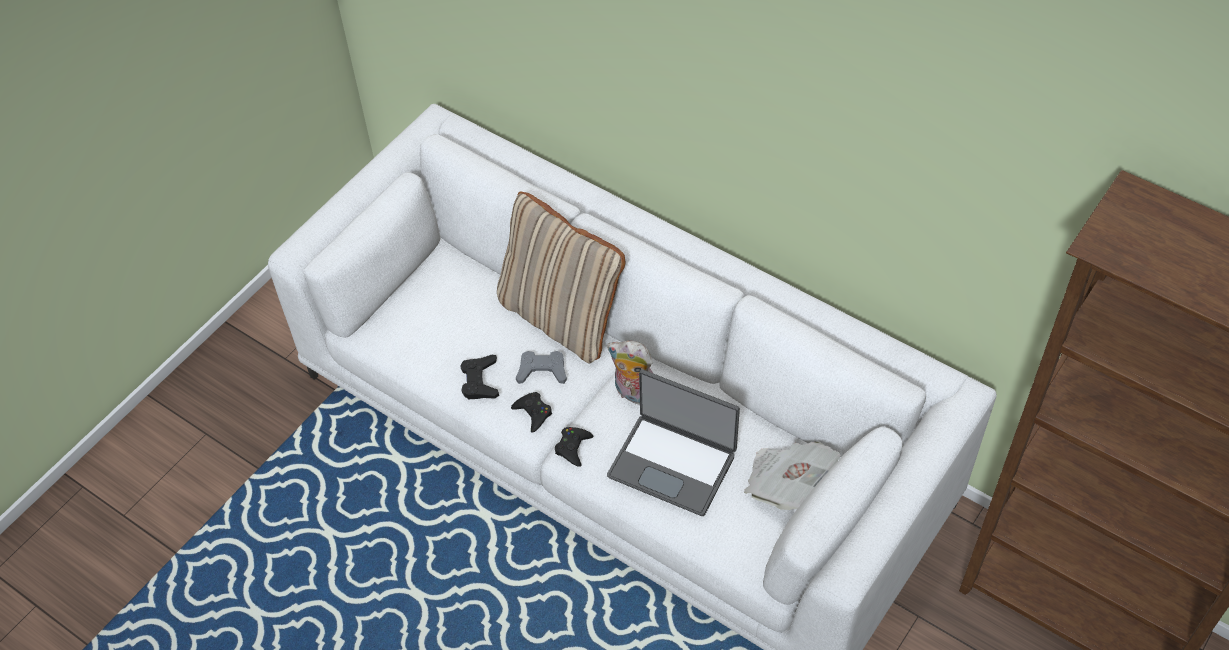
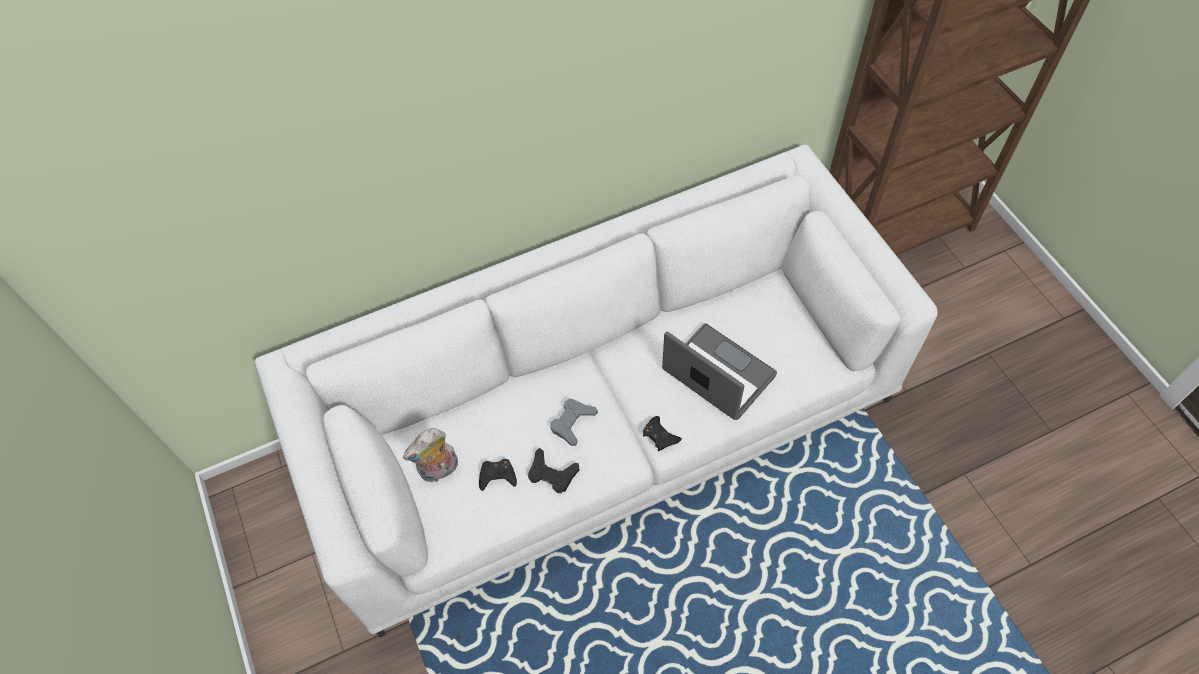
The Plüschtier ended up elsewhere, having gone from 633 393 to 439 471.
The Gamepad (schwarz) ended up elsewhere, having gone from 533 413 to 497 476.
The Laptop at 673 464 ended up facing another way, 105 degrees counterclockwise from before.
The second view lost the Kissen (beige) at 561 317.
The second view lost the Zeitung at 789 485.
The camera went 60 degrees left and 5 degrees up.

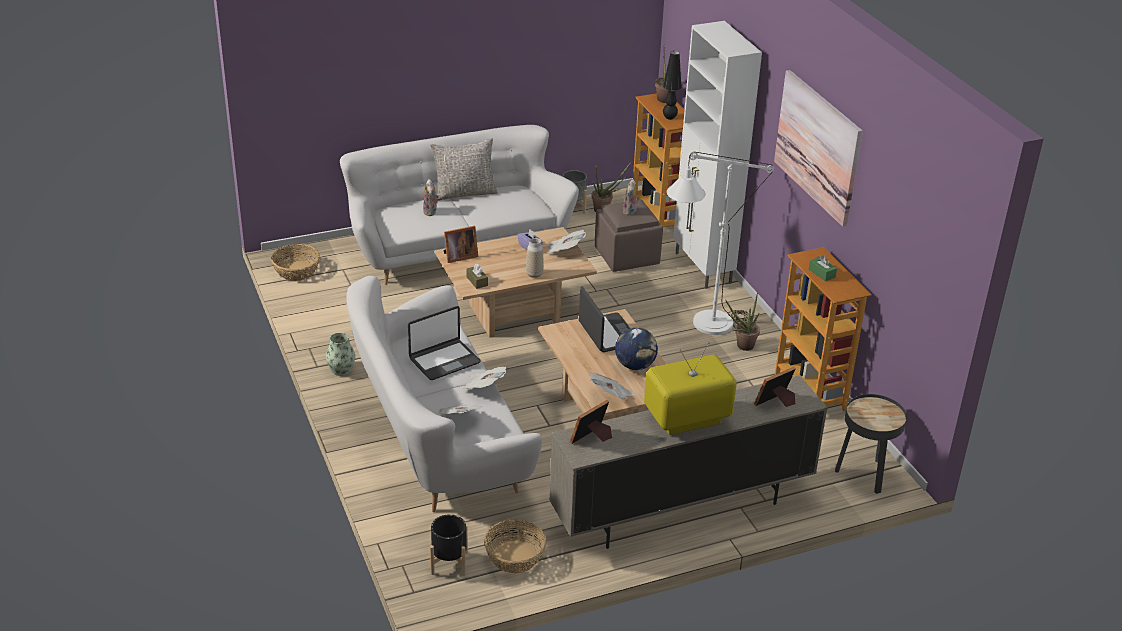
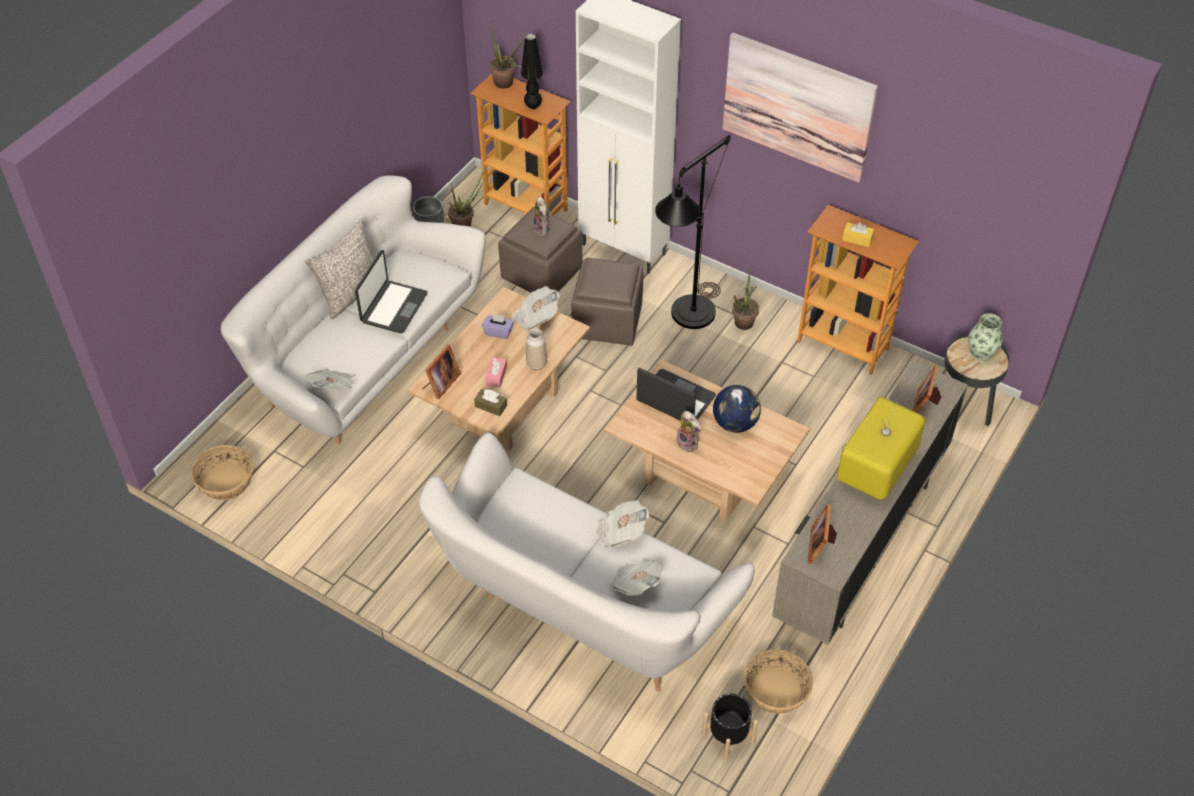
The Zeitung ended up elsewhere, having gone from 611 396 to 333 387.
The Laptop ended up elsewhere, having gone from 444 360 to 393 308.
The second view gained the Taschentuchbox (rosa) at 496 376.
The second view gained the Polsterhocker (braun) at 608 321.
What was the Stehlampe (weiß) at 702 326 turned into the Stehlampe (schwarz) at 687 321.
The Plüschtier ended up elsewhere, having gone from 431 212 to 689 443.
What was the Taschentuchbox (grün) at 821 273 turned into the Taschentuchbox (gelb) at 857 239.
The Vase ended up elsewhere, having gone from 341 369 to 981 352.
The camera went 35 degrees left and 15 degrees up.

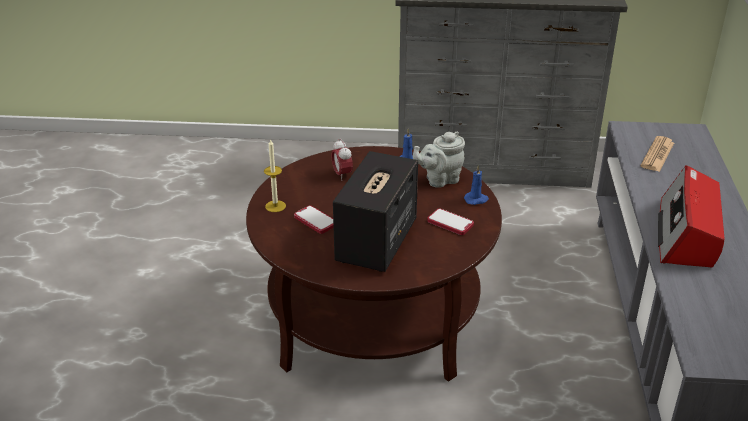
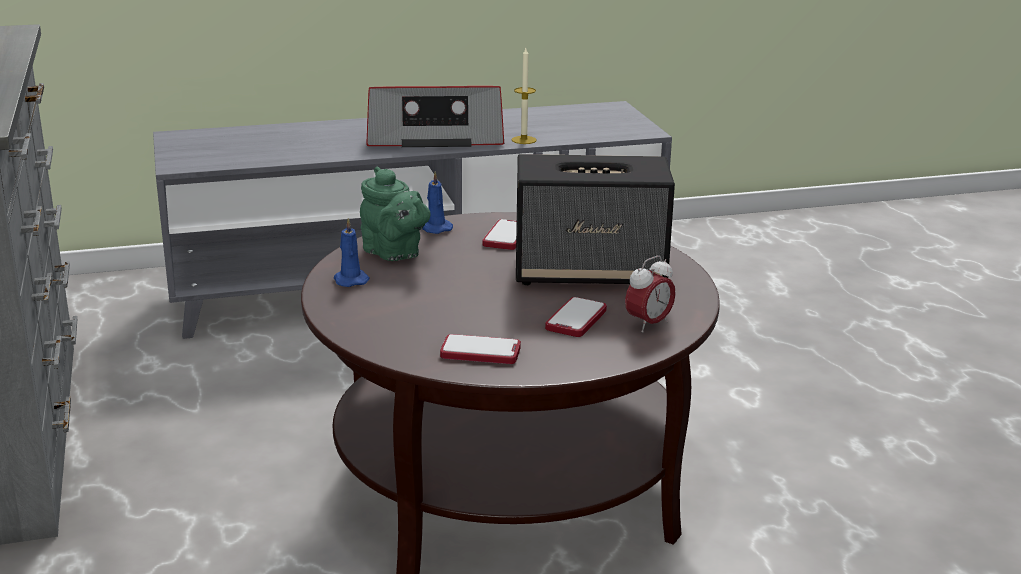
What was the Teekanne (grau) at 439 180 turned into the Teekanne (grün) at 394 254.
The second view gained the Handy at 480 352.
The Kerze ended up elsewhere, having gone from 275 206 to 524 140.
The Wecker ended up elsewhere, having gone from 342 175 to 648 324.
The second view lost the Zeitung at 657 155.
The camera went 110 degrees left and 10 degrees down.

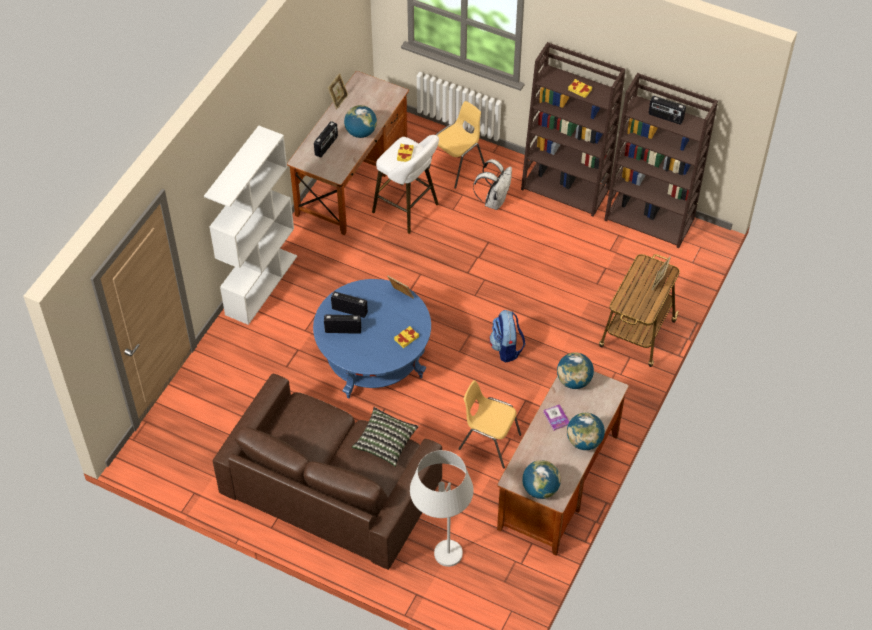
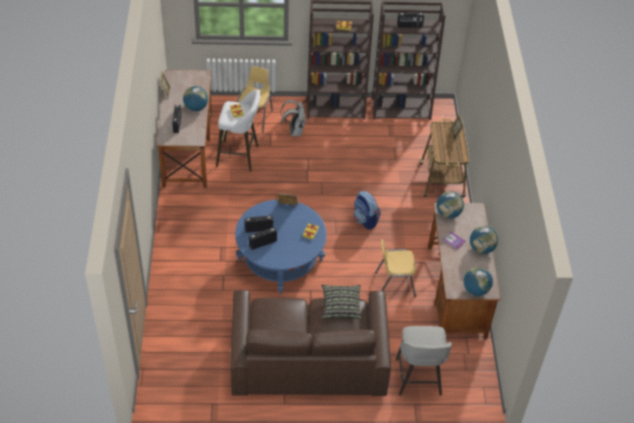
Where the Stehlampe (weiß) stood at 441 566, the Hocker (grau) came to stand at 418 378.
The second view lost the Bücherregal (weiß) at 261 284.
The camera went 30 degrees left and 5 degrees down.

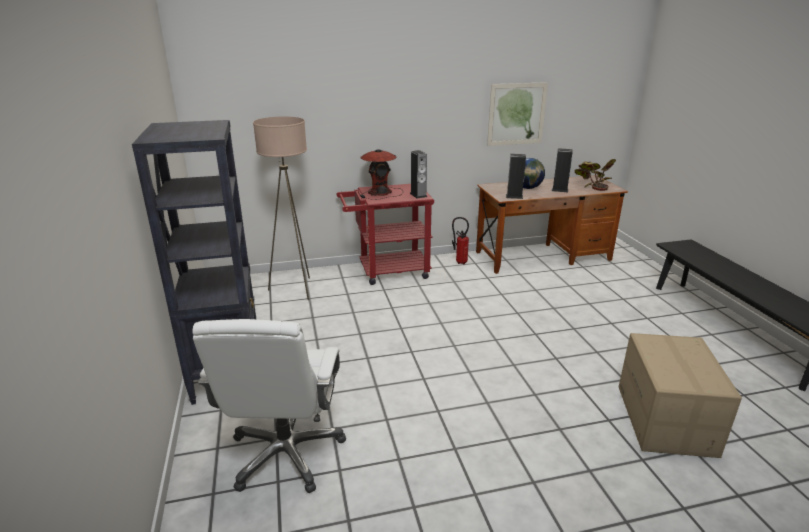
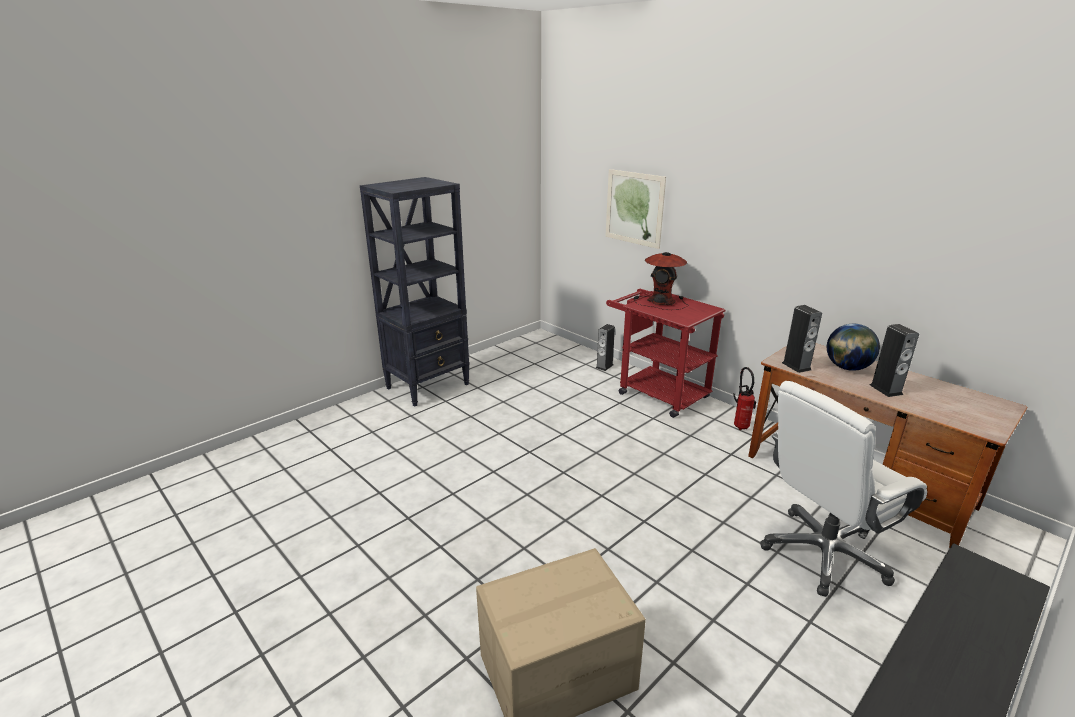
The Lautsprecher ended up elsewhere, having gone from 418 195 to 604 366.
The Bild ended up elsewhere, having gone from 516 114 to 634 208.
The Bürostuhl (weiß) ended up elsewhere, having gone from 286 453 to 823 553.
The second view lost the Stehlampe (beige) at 295 289.
The second view lost the Topfpflanze at 592 185.
The camera went 60 degrees right and 0 degrees up.

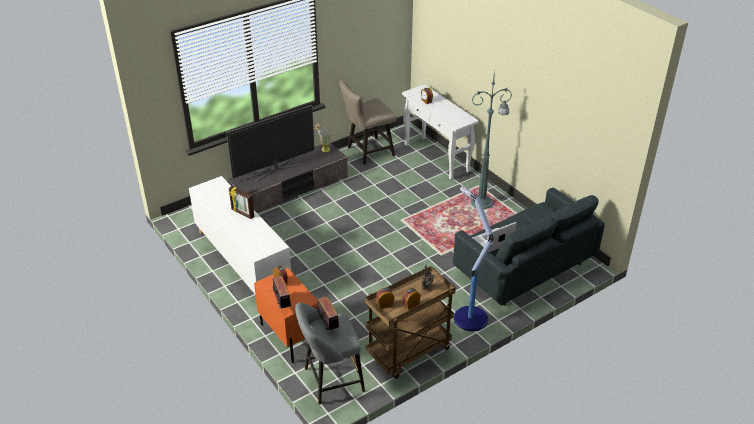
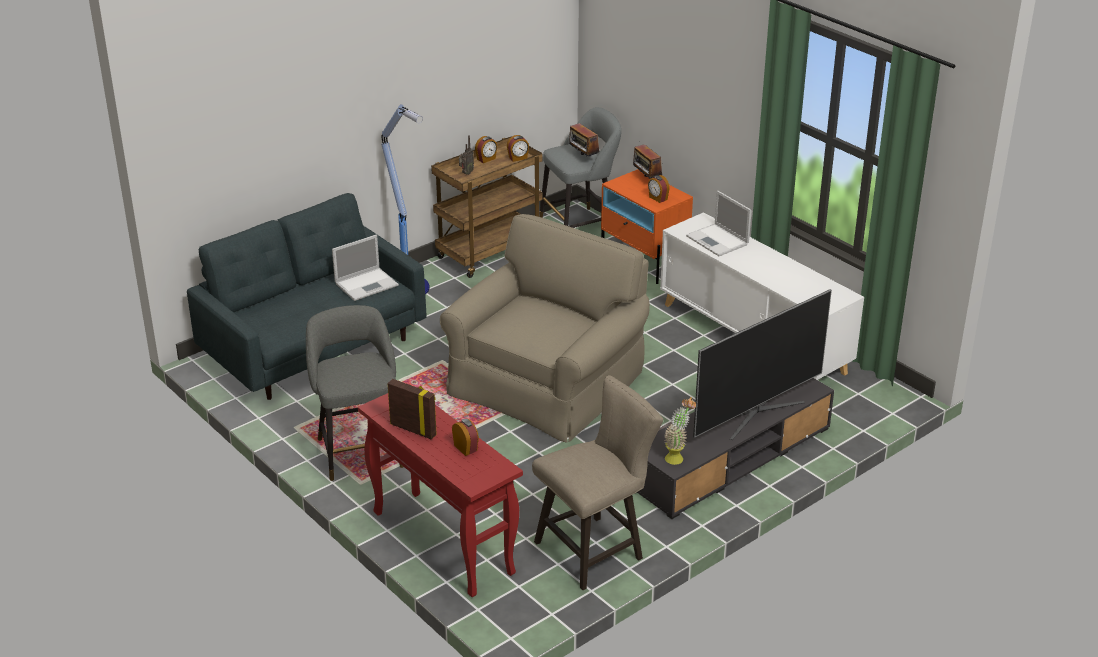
Where the Stehlampe (grün) stood at 483 202, the Hocker (grau) came to stand at 359 449.
What was the Konsolentisch (weiß) at 437 158 turned into the Konsolentisch (rot) at 441 542.
The Bilderrahmen ended up elsewhere, having gone from 242 213 to 413 429.
The second view gained the Sessel (beige) at 548 382.
The second view gained the Laptop at 718 241.
The camera went 175 degrees right and 5 degrees down.

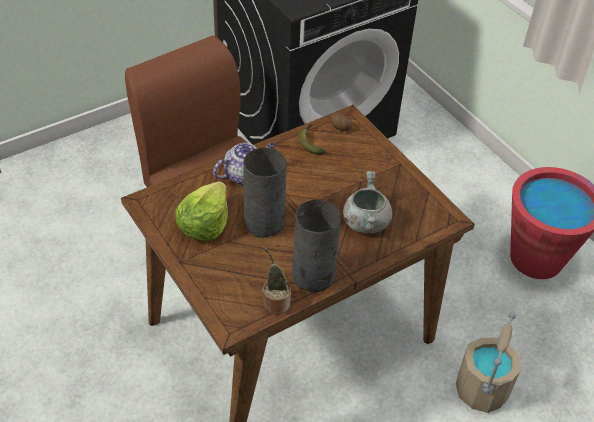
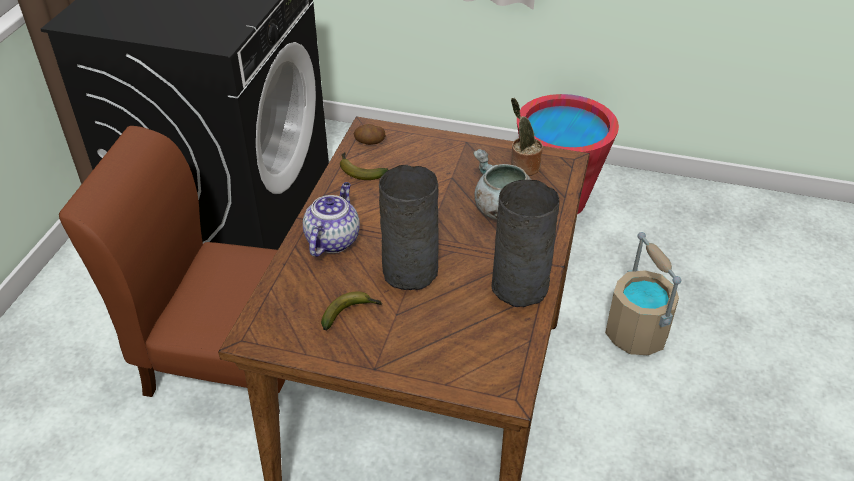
Where the Salatkopf stood at 204 224, the Banane came to stand at 351 313.
The Topfpflanze ended up elsewhere, having gone from 275 302 to 523 167.
The camera went 40 degrees left and 5 degrees down.

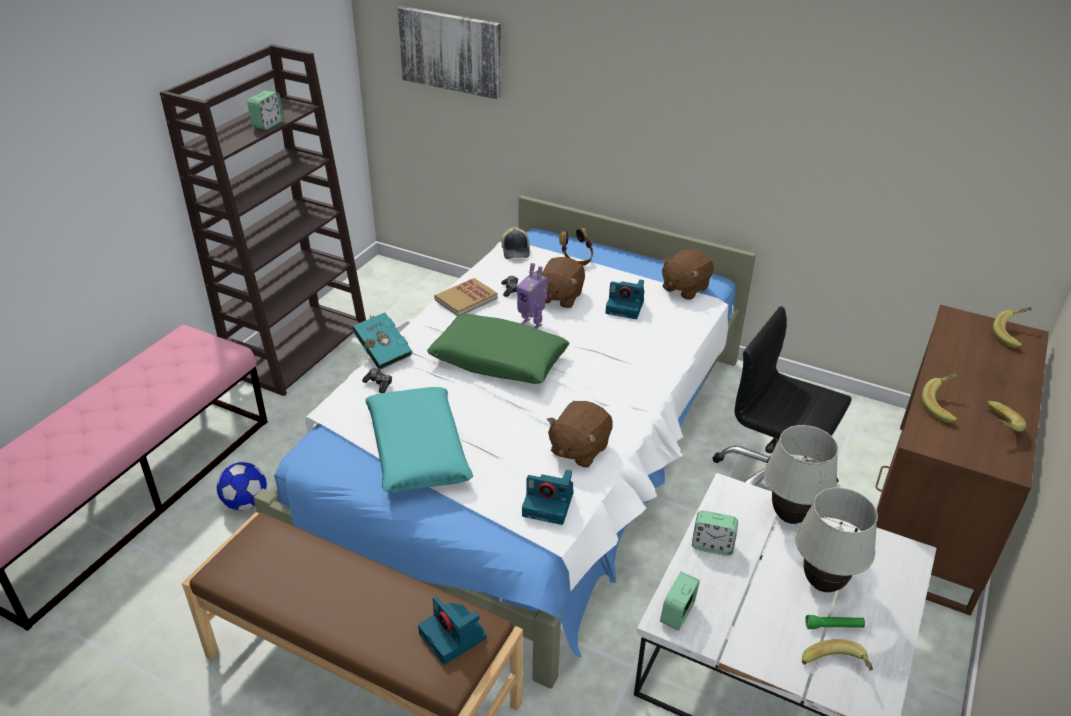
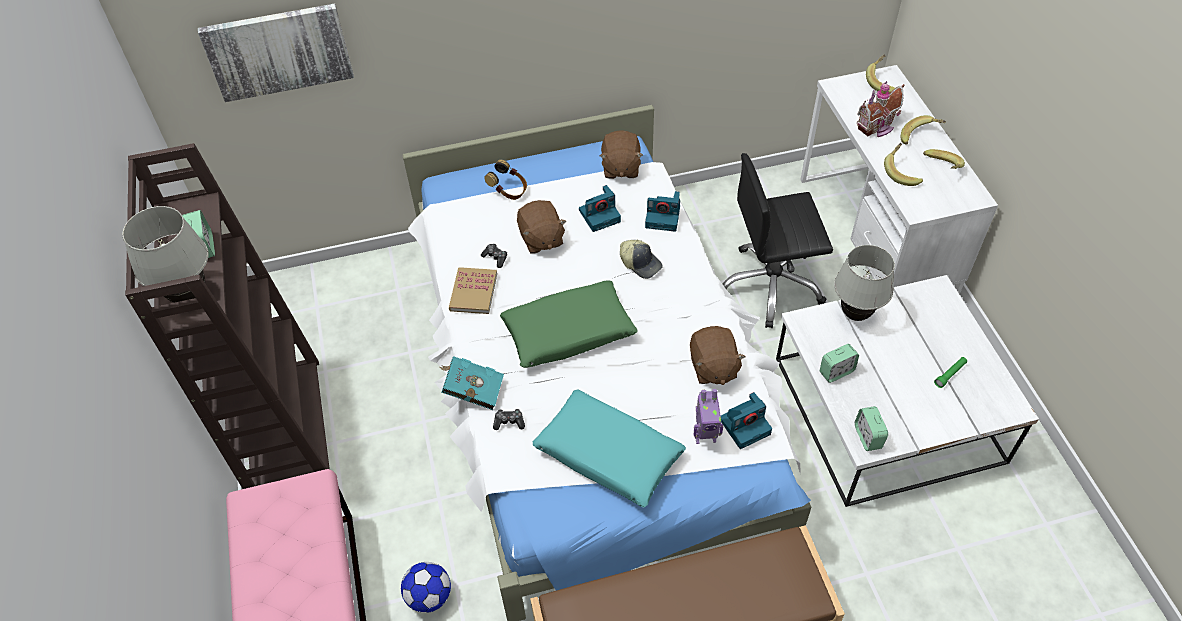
The Tischlampe (weiß) ended up elsewhere, having gone from 823 584 to 190 296.
The Kappe ended up elsewhere, having gone from 516 251 to 641 263.
The Kamera ended up elsewhere, having gone from 454 636 to 663 217.
The Spielzeugroboter ended up elsewhere, having gone from 532 323 to 705 436.
What was the Schreibtisch (braun) at 930 510 turned into the Schreibtisch (weiß) at 874 237.
The second view gained the Spielzeughaus at 877 128.
The Banane ended up elsewhere, having gone from 835 669 to 920 137.
The camera went 40 degrees left and 15 degrees up.

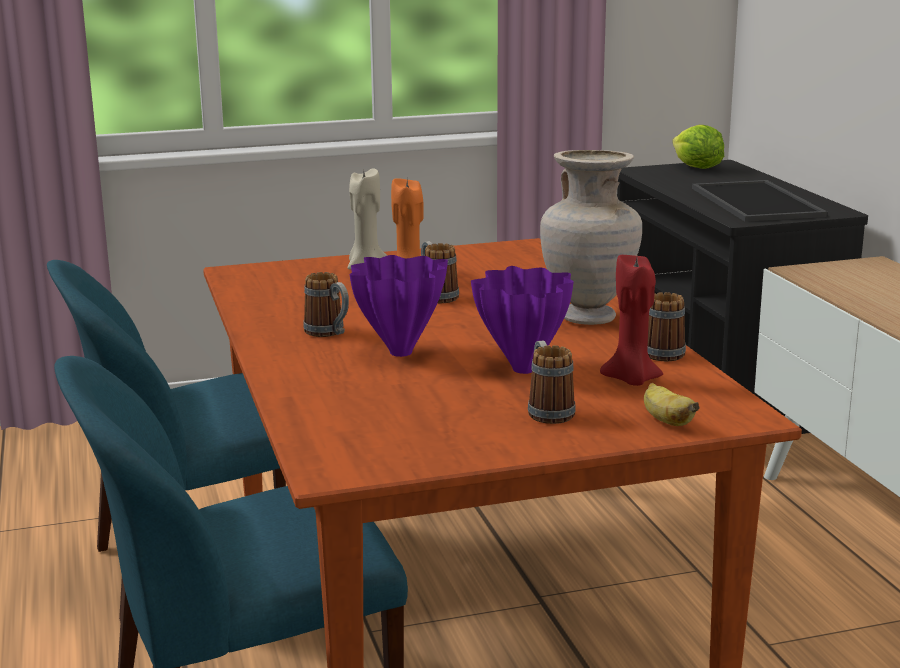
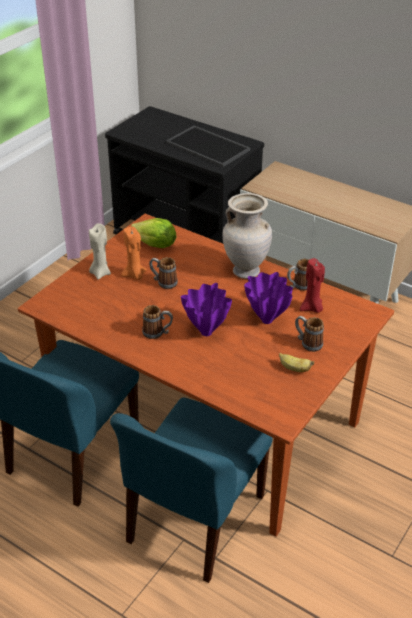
The Salatkopf ended up elsewhere, having gone from 696 168 to 155 245.
The Banane ended up elsewhere, having gone from 666 421 to 294 369.
The camera went 40 degrees left and 20 degrees up.

